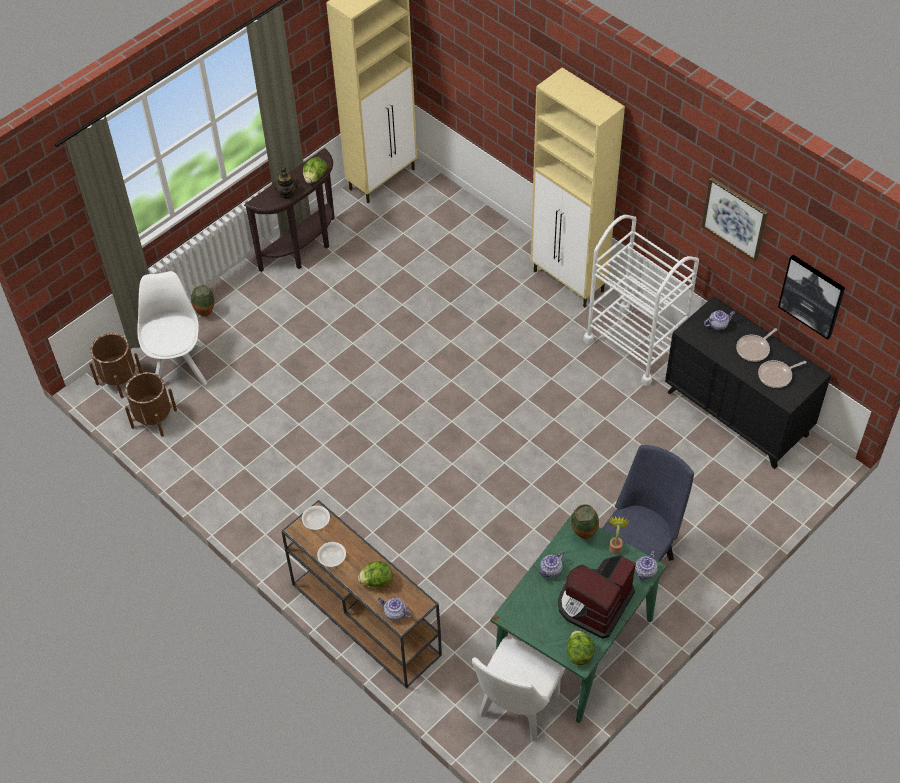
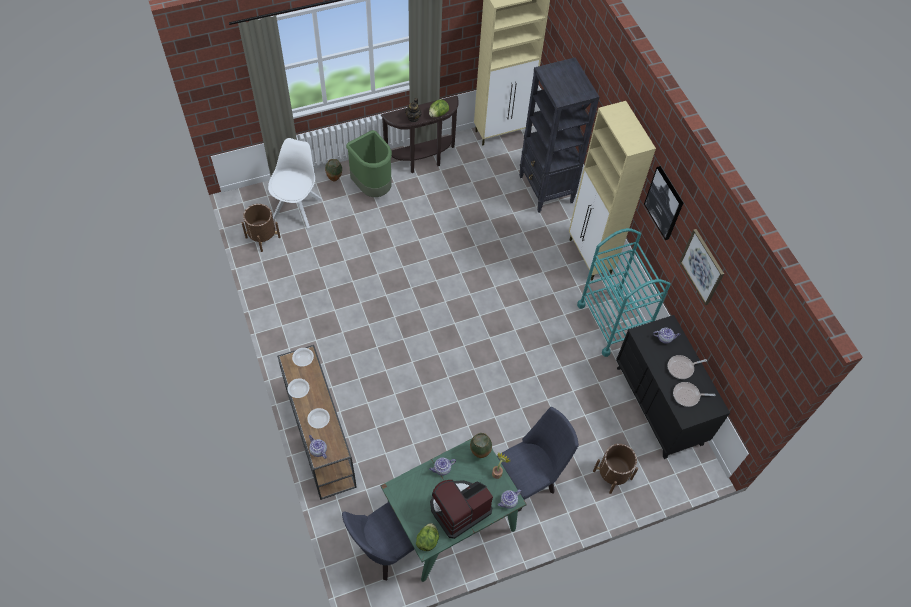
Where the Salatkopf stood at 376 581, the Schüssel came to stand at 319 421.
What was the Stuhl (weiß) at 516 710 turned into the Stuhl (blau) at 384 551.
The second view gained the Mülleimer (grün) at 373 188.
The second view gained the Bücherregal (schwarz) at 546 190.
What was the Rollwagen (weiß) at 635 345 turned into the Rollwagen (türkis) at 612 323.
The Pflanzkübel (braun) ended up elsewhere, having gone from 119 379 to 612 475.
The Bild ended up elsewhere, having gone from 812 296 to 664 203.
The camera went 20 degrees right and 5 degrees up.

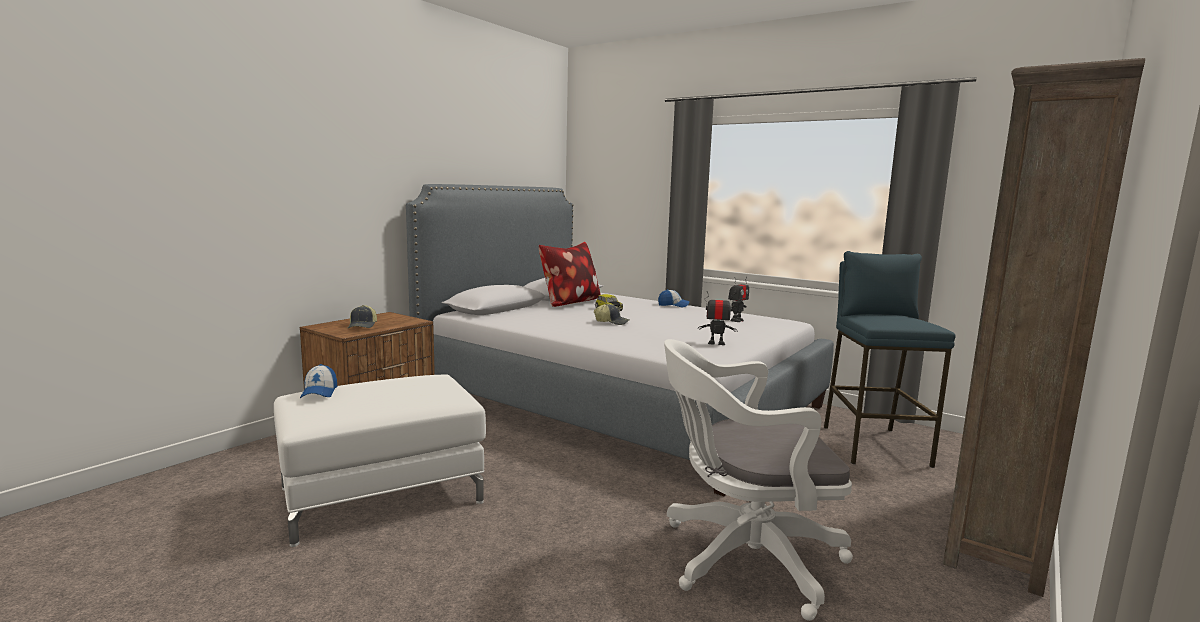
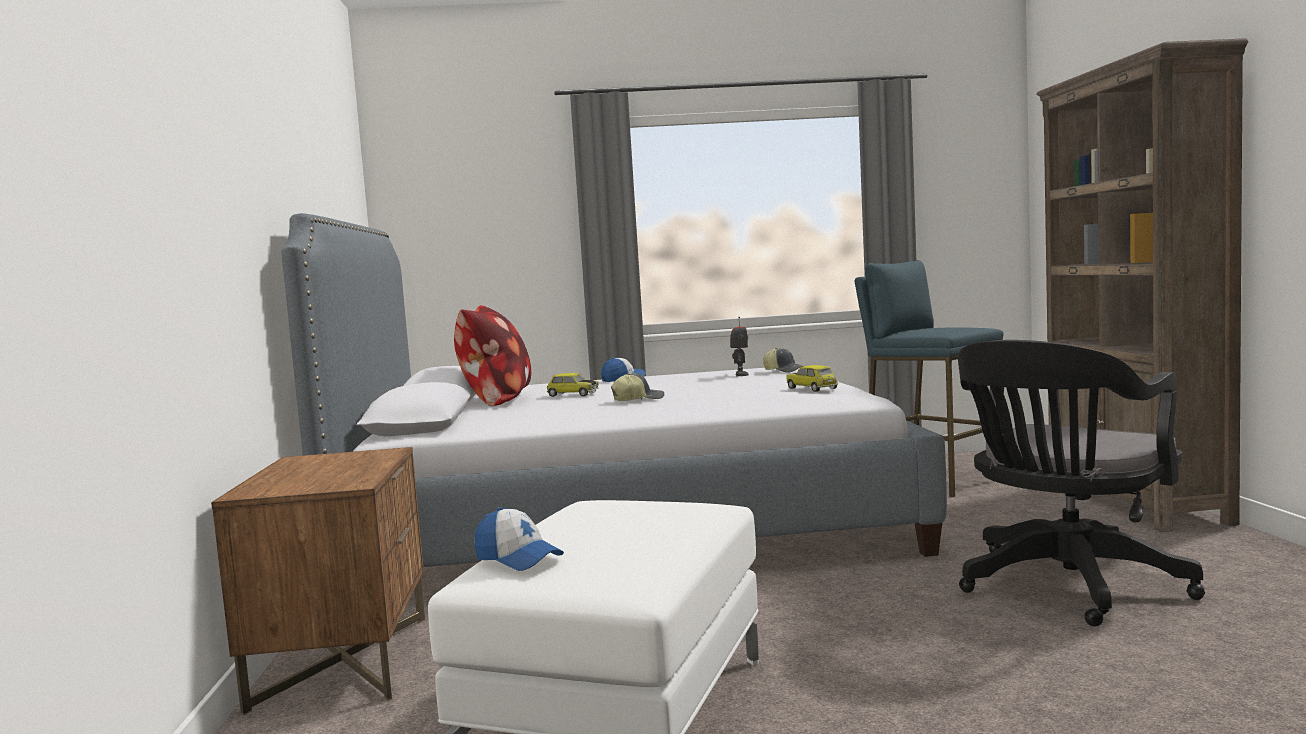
The Kappe ended up elsewhere, having gone from 363 326 to 784 371.
Where the Spielzeugroboter stood at 716 343, the Spielzeugauto came to stand at 812 388.
What was the Bürostuhl (weiß) at 742 558 turned into the Bürostuhl (schwarz) at 1066 587.
The camera went 40 degrees left and 5 degrees down.

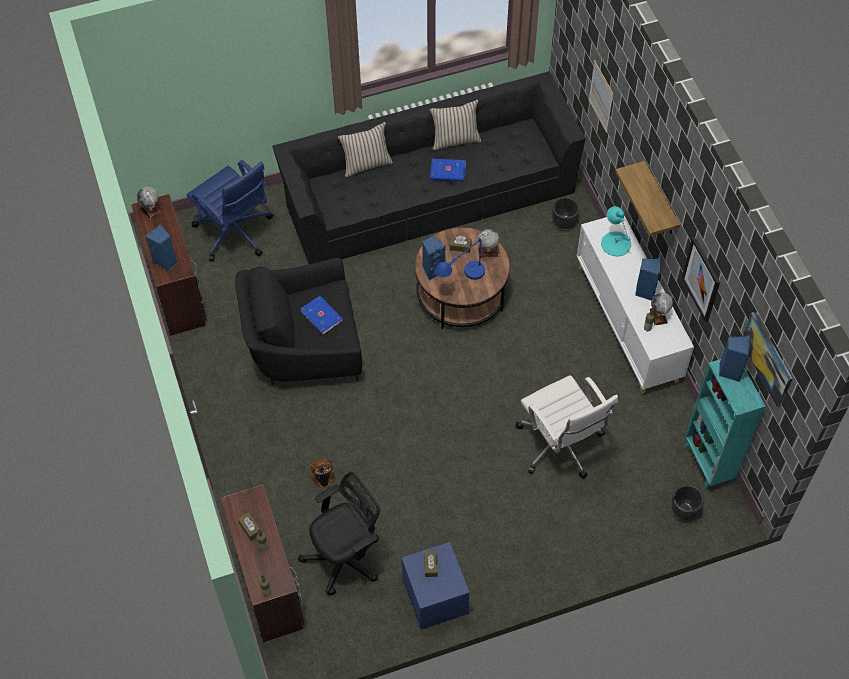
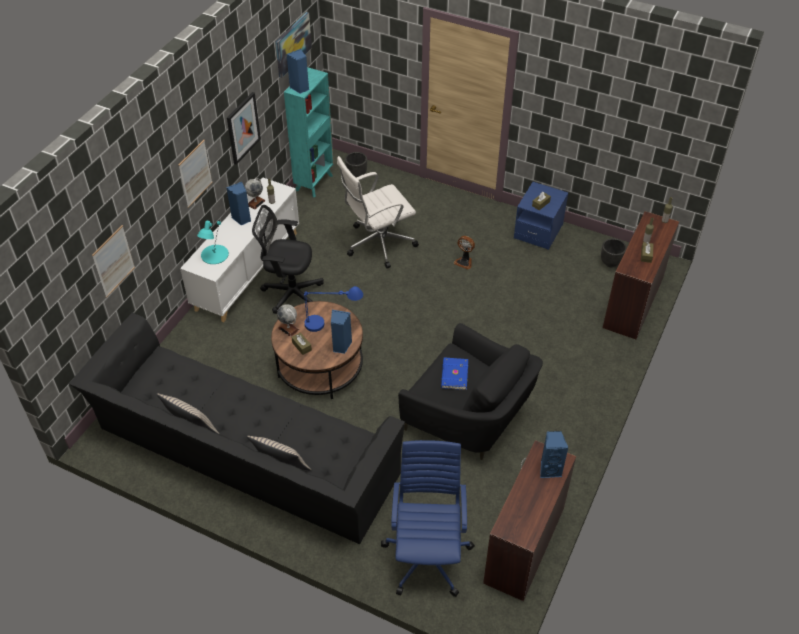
Where the Wandregal hung at 660 201, the Bild came to hang at 195 173.
The Bürostuhl (schwarz) ended up elsewhere, having gone from 346 558 to 290 293.
The Bürostuhl (weiß) at 560 445 ended up facing another way, 135 degrees counterclockwise from before.
The Ventilator ended up elsewhere, having gone from 323 479 to 464 262.
The Pflanzkübel (schwarz) ended up elsewhere, having gone from 564 223 to 610 263.
The second view lost the Globus at 151 211.
The second view lost the Buch (blau) at 448 172.
The camera went 135 degrees left and 10 degrees down.

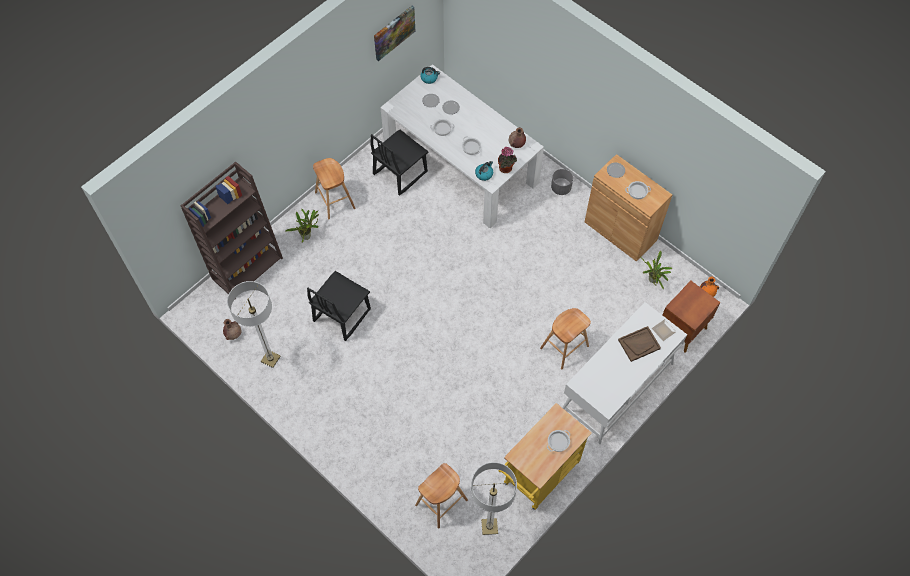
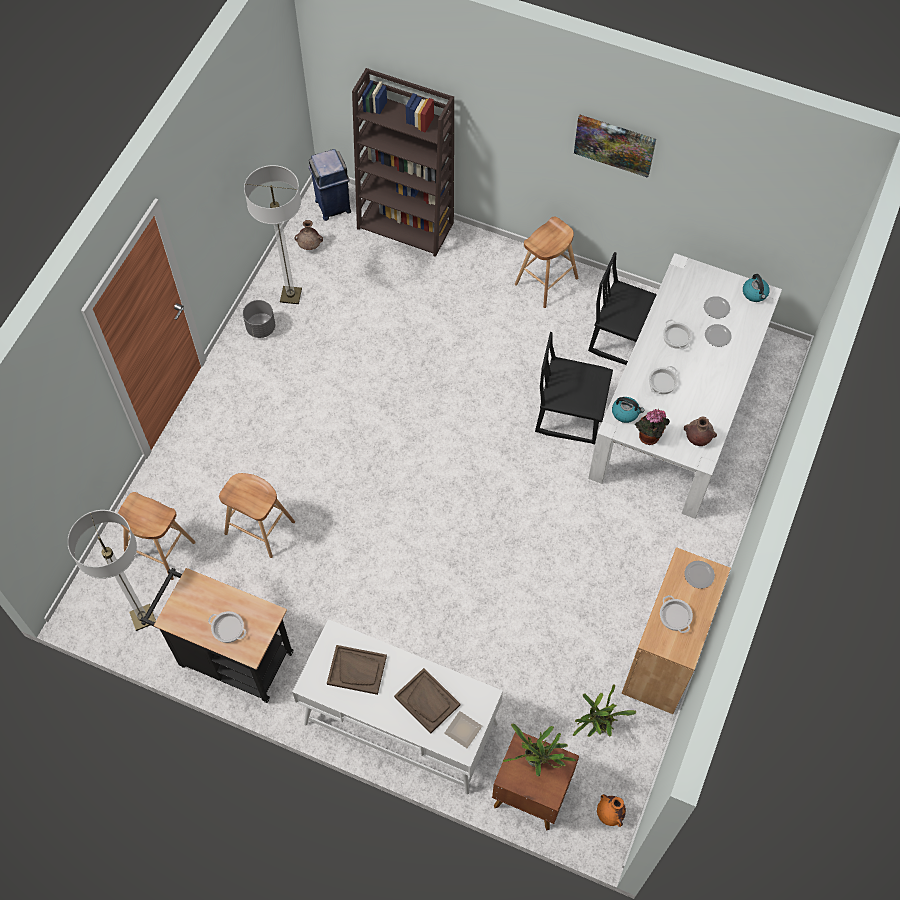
What was the Rollwagen (gelb) at 538 477 turned into the Rollwagen (schwarz) at 230 657.
The Hocker (braun) ended up elsewhere, having gone from 564 347 to 259 527.
The Pflanzkübel (grau) ended up elsewhere, having gone from 561 188 to 261 328.
The second view gained the Mülleimer (blau) at 333 205.
The second view gained the Tablett (braun) at 357 670.
The Topfpflanze ended up elsewhere, having gone from 307 235 to 537 761.
The Stuhl (schwarz) ended up elsewhere, having gone from 341 315 to 570 413.
The Bild ended up elsewhere, having gone from 394 32 to 614 144.
The camera went 70 degrees right and 0 degrees up.

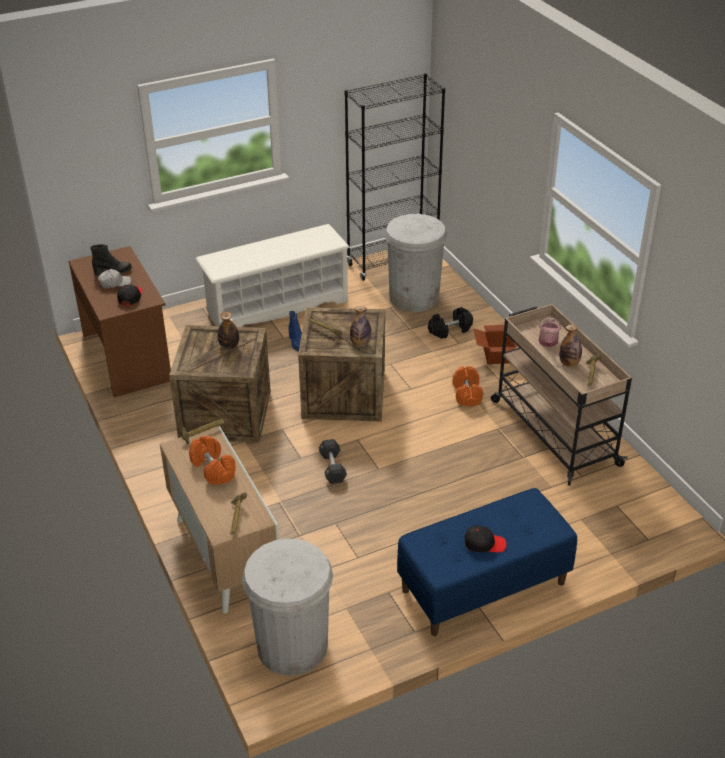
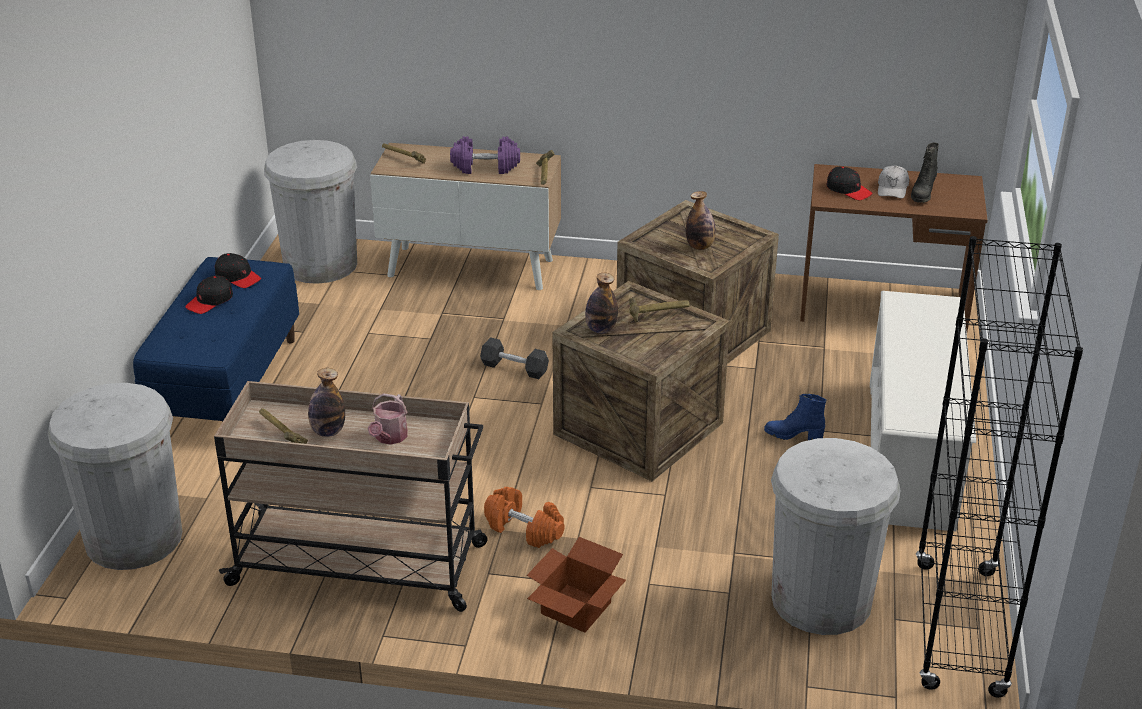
The second view gained the Mülleimer (weiß) at 133 538.
The second view gained the Kappe (schwarz) at 238 277.
The Gießkanne at 548 343 ended up facing another way, 120 degrees counterclockwise from before.
What was the Hantel (orange) at 213 469 turned into the Hantel (lila) at 485 167.
The second view lost the Hantel (schwarz) at 450 330.
The camera went 125 degrees right and 5 degrees down.

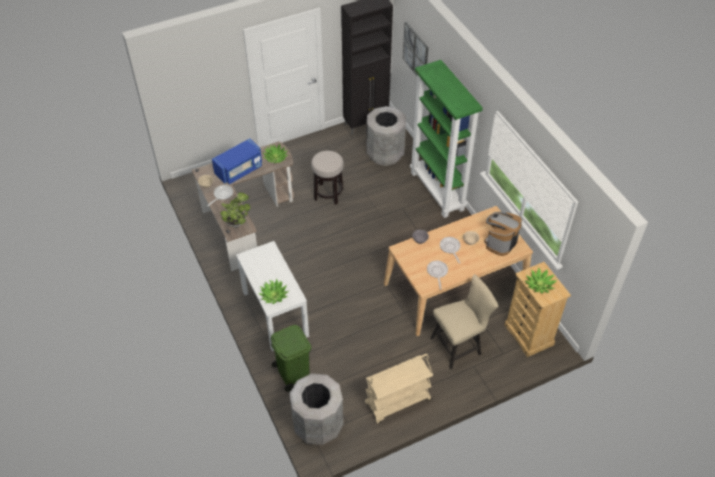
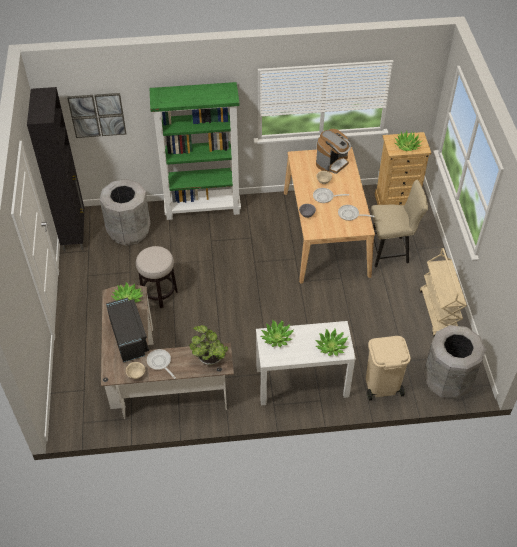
What was the Mikrowelle (blau) at 239 170 turned into the Mikrowelle (schwarz) at 129 338.
The second view gained the Topfpflanze at 277 337.
The Kaffeemaschine at 500 242 ended up facing another way, 105 degrees counterclockwise from before.
What was the Mülleimer (grün) at 293 373 turned into the Mülleimer (beige) at 381 385.
The Stuhl (beige) at 459 345 ended up facing another way, 90 degrees clockwise from before.
The camera went 70 degrees left and 0 degrees up.

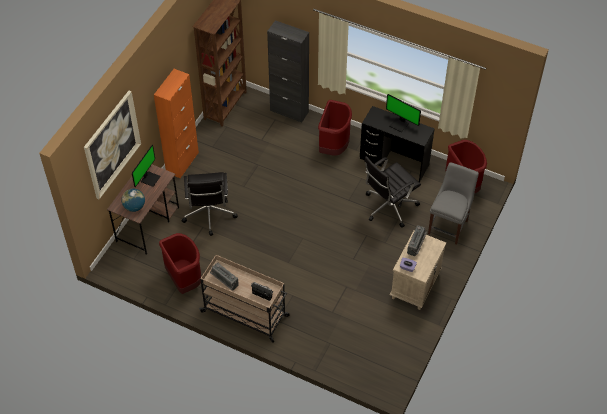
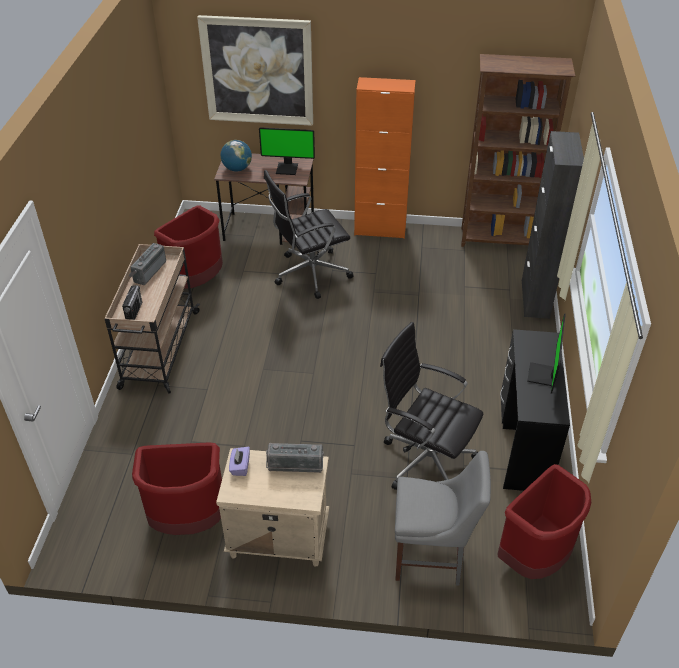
The Mülleimer (rot) ended up elsewhere, having gone from 334 146 to 188 520.
The camera went 70 degrees right and 10 degrees down.

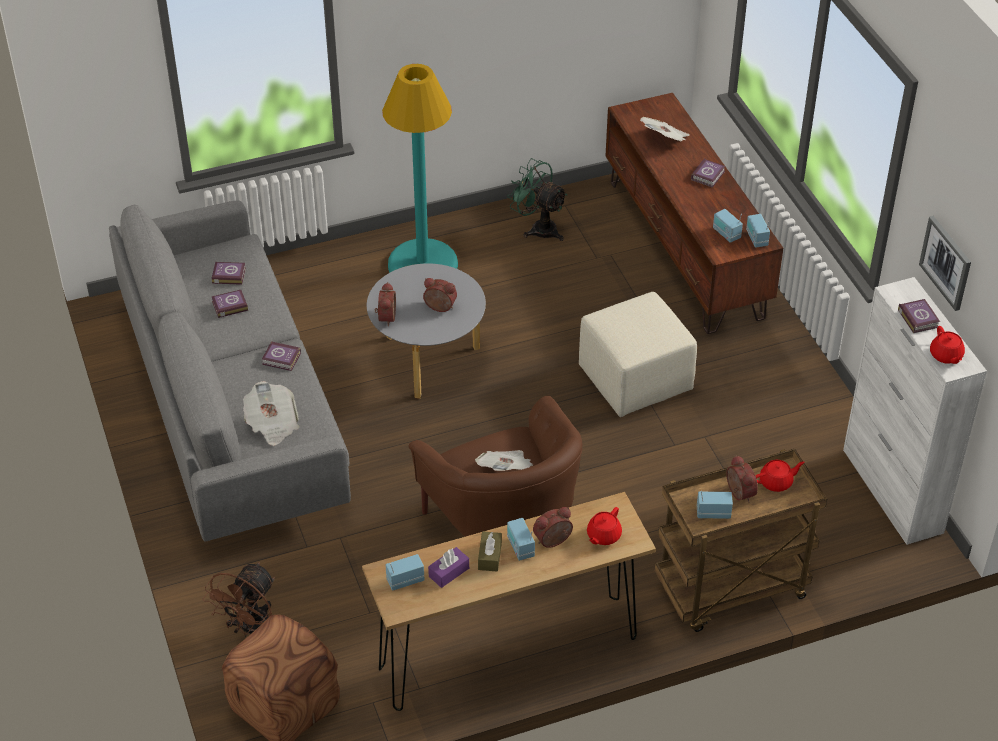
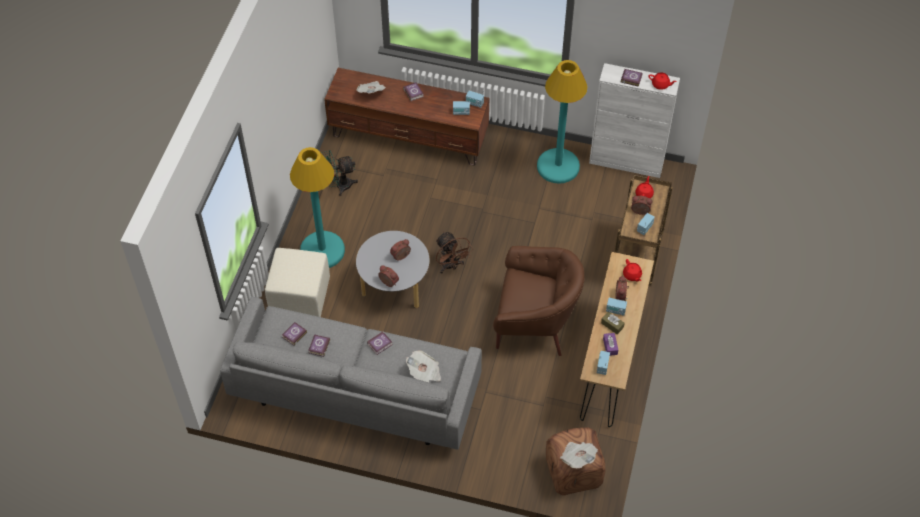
The Polsterhocker (beige) ended up elsewhere, having gone from 636 379 to 299 295.
The Ventilator (braun) ended up elsewhere, having gone from 250 630 to 451 266.
The second view gained the Stehlampe (türkis) at 558 166.
The Zeitung ended up elsewhere, having gone from 505 470 to 577 458.
The second view lost the Bild at 946 262.
The camera went 55 degrees left and 10 degrees up.

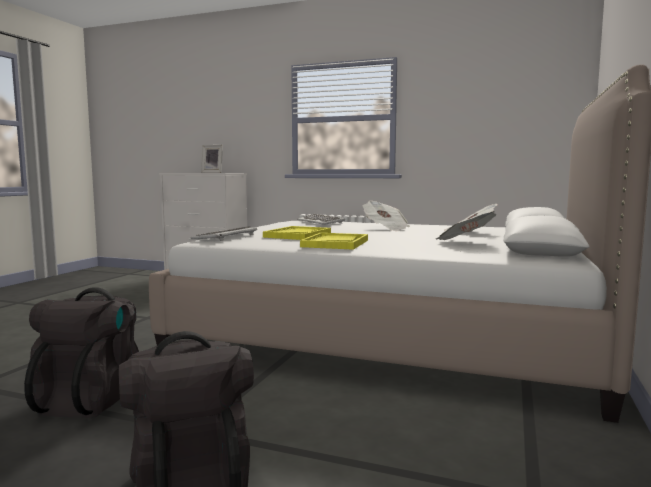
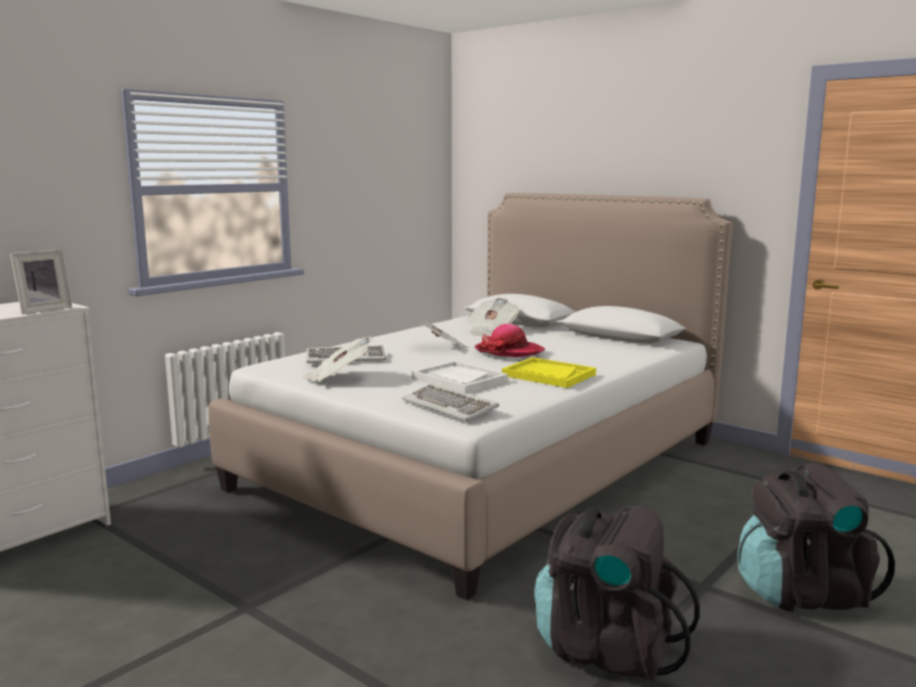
The Zeitung ended up elsewhere, having gone from 464 243 to 337 377.
What was the Tablett (gelb) at 297 235 turned into the Tablett (weiß) at 459 380.
The second view gained the Hut at 509 351.
The camera went 70 degrees left and 5 degrees up.

